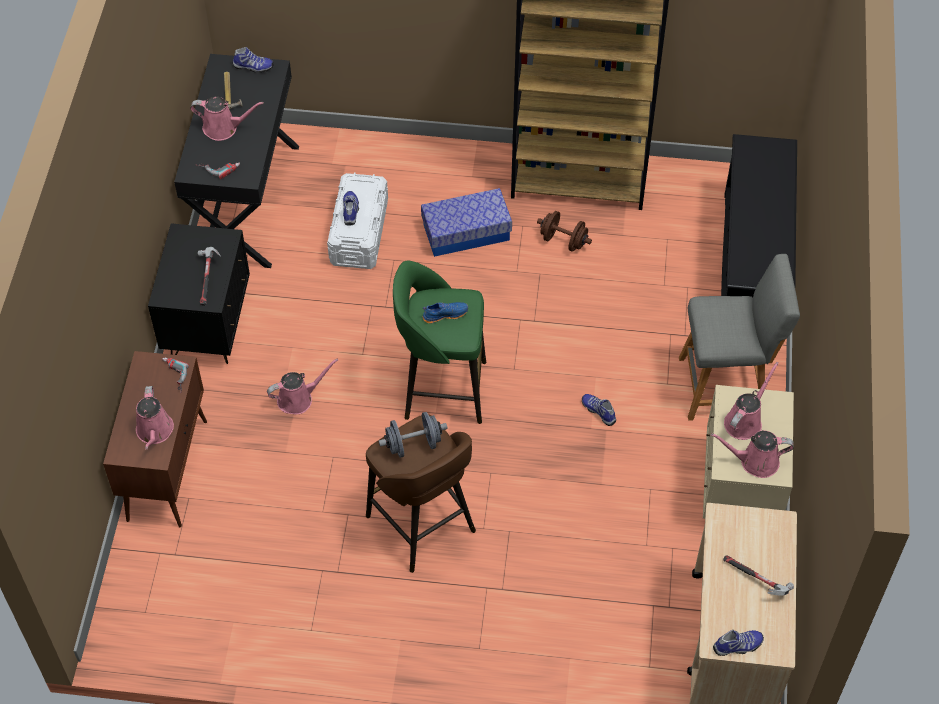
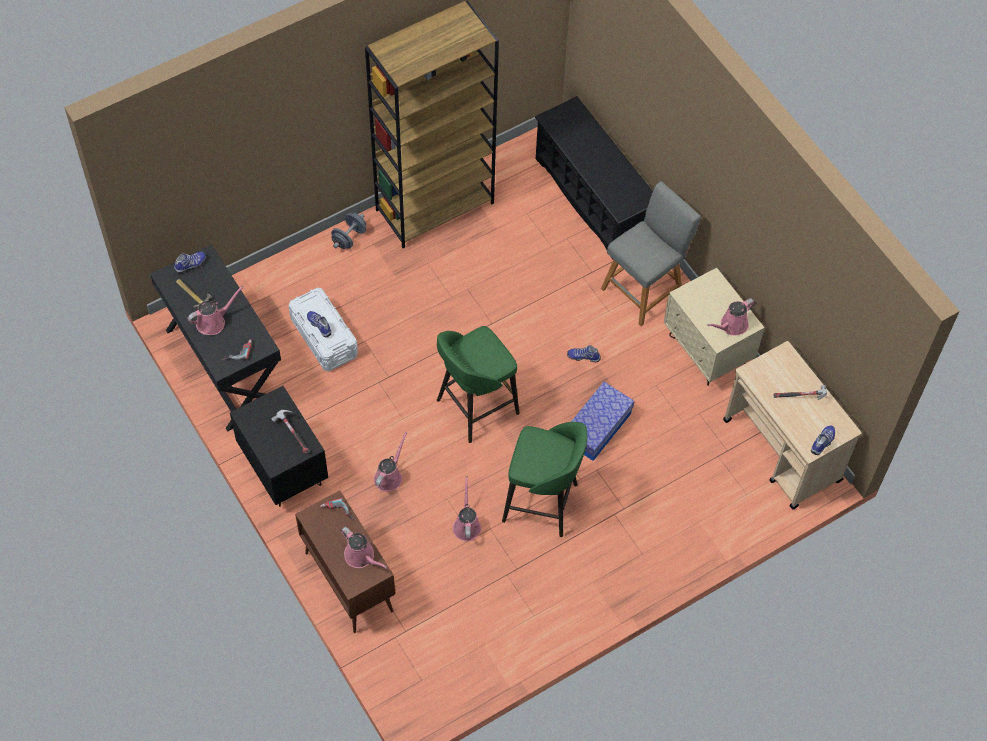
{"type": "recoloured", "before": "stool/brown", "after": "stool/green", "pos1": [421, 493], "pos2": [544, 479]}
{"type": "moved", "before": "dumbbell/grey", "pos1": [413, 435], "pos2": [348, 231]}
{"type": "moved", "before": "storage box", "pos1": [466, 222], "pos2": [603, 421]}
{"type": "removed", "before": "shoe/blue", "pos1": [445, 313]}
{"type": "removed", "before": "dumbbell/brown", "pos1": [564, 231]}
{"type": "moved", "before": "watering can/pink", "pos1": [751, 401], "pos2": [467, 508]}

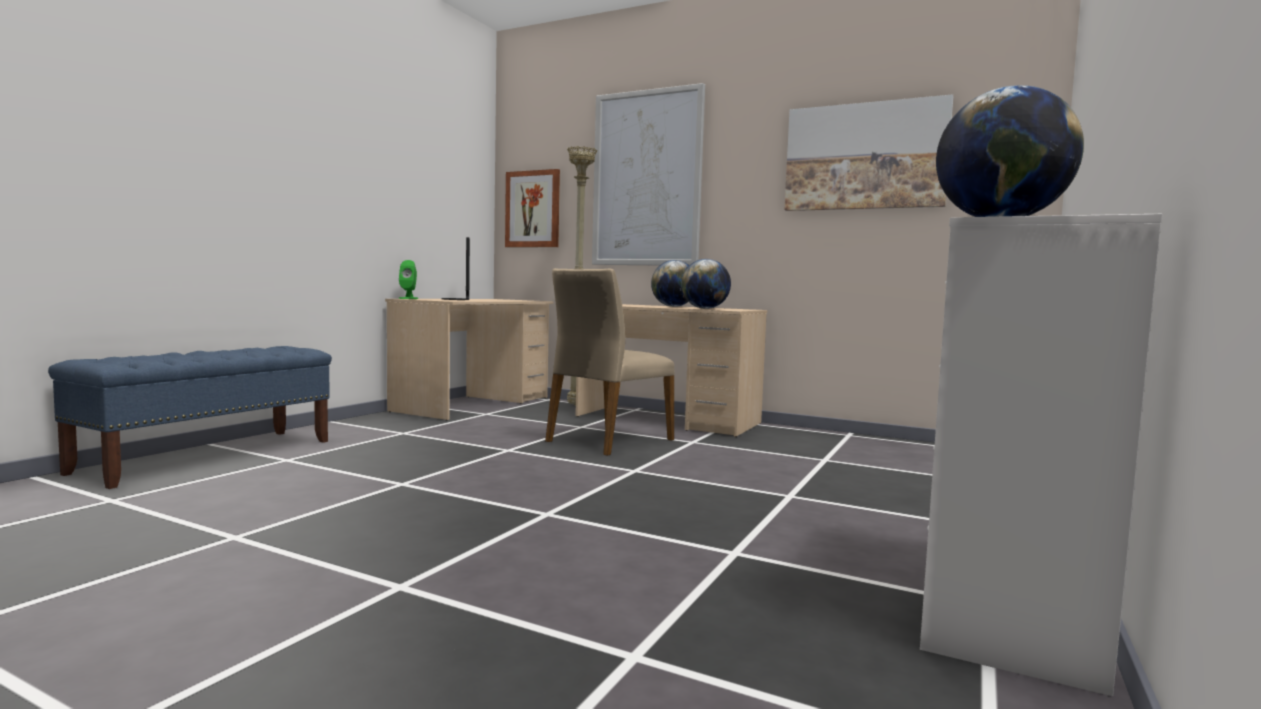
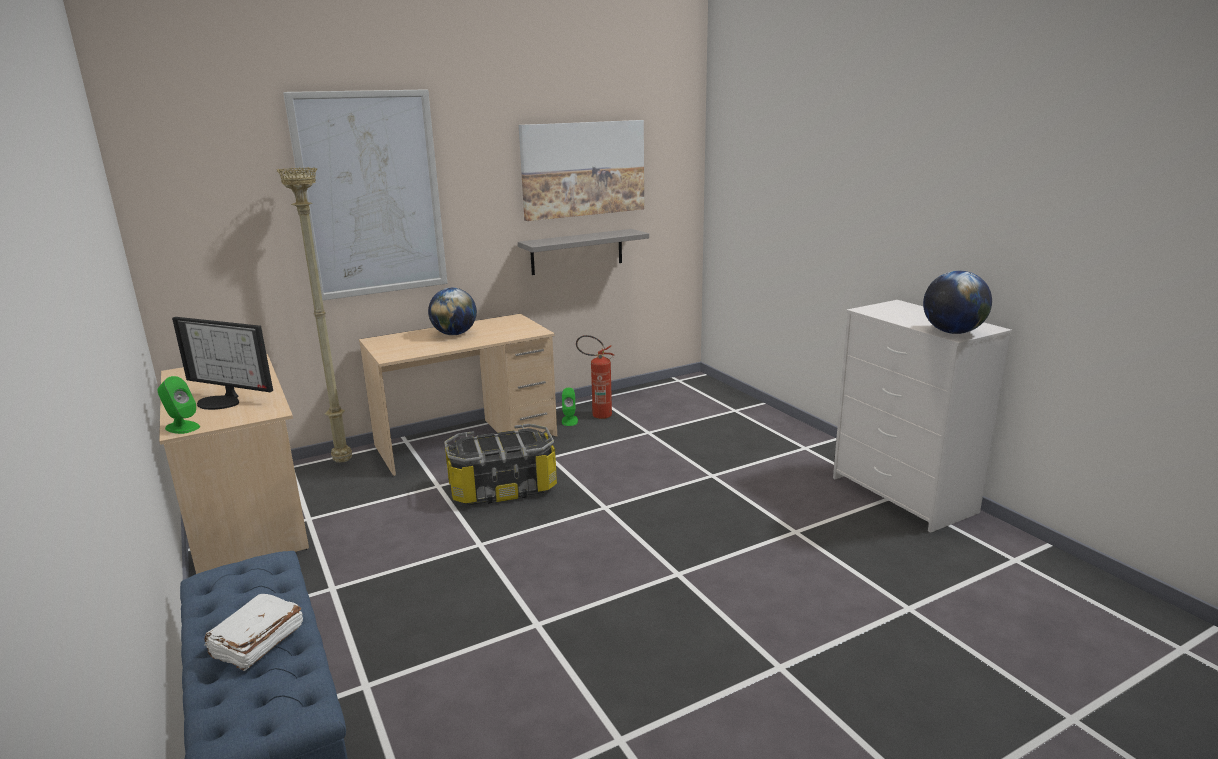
{"type": "removed", "before": "picture", "pos1": [532, 208]}
{"type": "replaced", "before": "chair/beige", "after": "storage box", "pos1": [610, 362], "pos2": [501, 464]}
{"type": "removed", "before": "globe", "pos1": [706, 284]}
{"type": "added", "after": "book/white", "pos2": [254, 632]}
{"type": "added", "after": "shelf/grey", "pos2": [583, 252]}
{"type": "added", "after": "speaker/green", "pos2": [570, 407]}
{"type": "added", "after": "fire extinguisher", "pos2": [595, 377]}

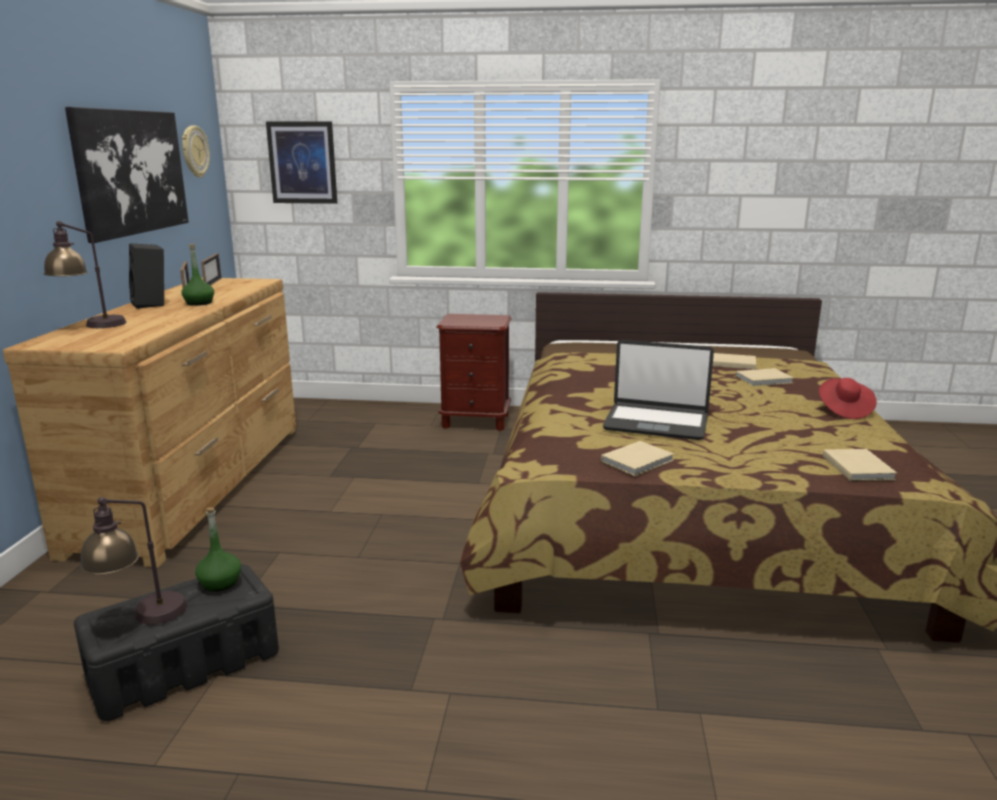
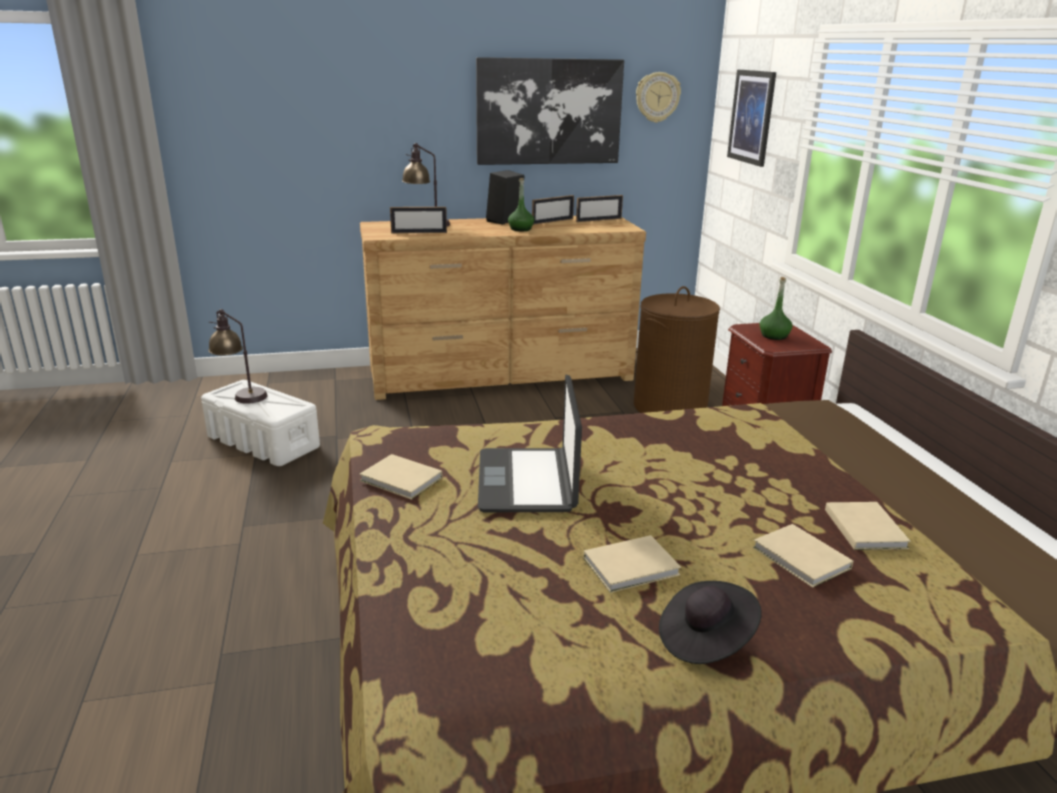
{"type": "recoloured", "before": "storage box/black", "after": "storage box/white", "pos1": [176, 642], "pos2": [260, 423]}
{"type": "moved", "before": "bottle/green", "pos1": [218, 549], "pos2": [776, 308]}
{"type": "recoloured", "before": "hat/red", "after": "hat/black", "pos1": [848, 398], "pos2": [710, 622]}
{"type": "moved", "before": "book/beige", "pos1": [860, 465], "pos2": [632, 564]}
{"type": "added", "after": "picture frame", "pos2": [418, 220]}
{"type": "added", "after": "laundry basket/brown", "pos2": [677, 349]}

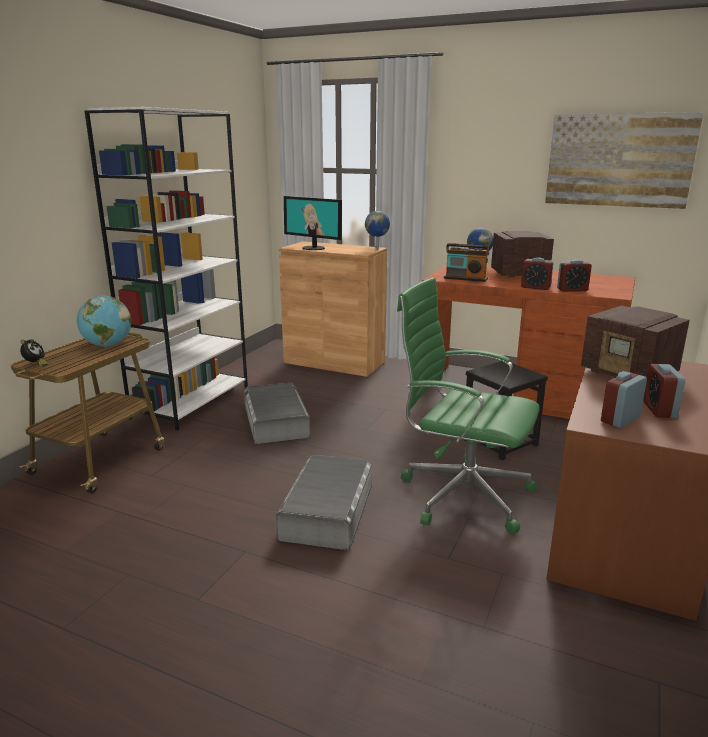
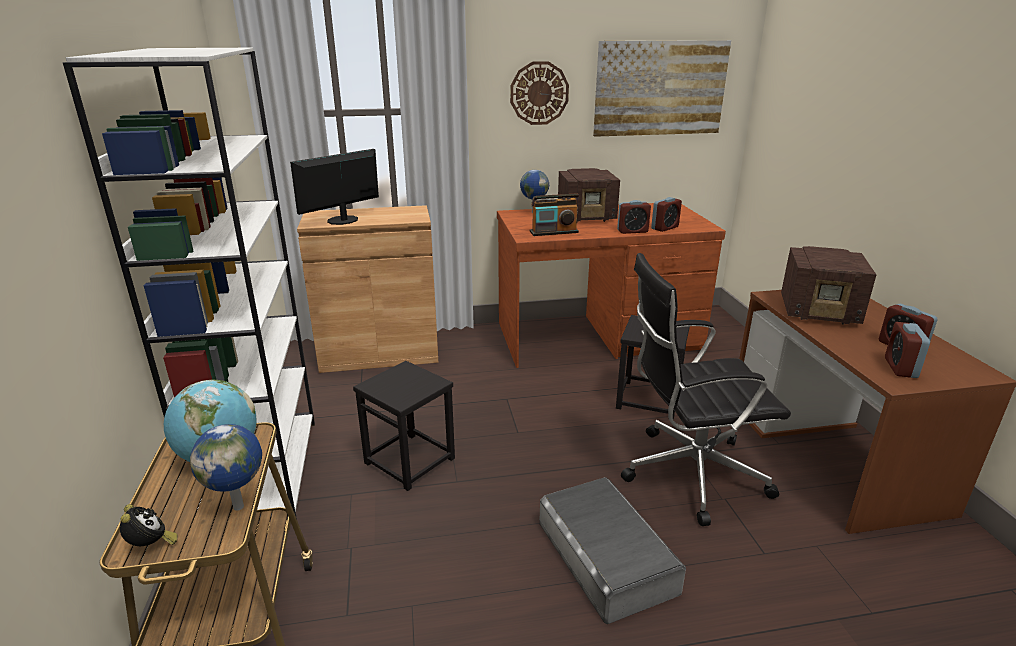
{"type": "replaced", "before": "storage box/grey", "after": "stool/black", "pos1": [277, 413], "pos2": [404, 426]}
{"type": "turned", "before": "monitor", "pos1": [313, 223], "pos2": [334, 187], "turn": 135}
{"type": "moved", "before": "globe", "pos1": [377, 230], "pos2": [226, 467]}
{"type": "recoloured", "before": "office chair/green", "after": "office chair/black", "pos1": [468, 405], "pos2": [706, 389]}
{"type": "turned", "before": "radio", "pos1": [522, 254], "pos2": [589, 195], "turn": -150}
{"type": "added", "after": "wall clock", "pos2": [539, 93]}

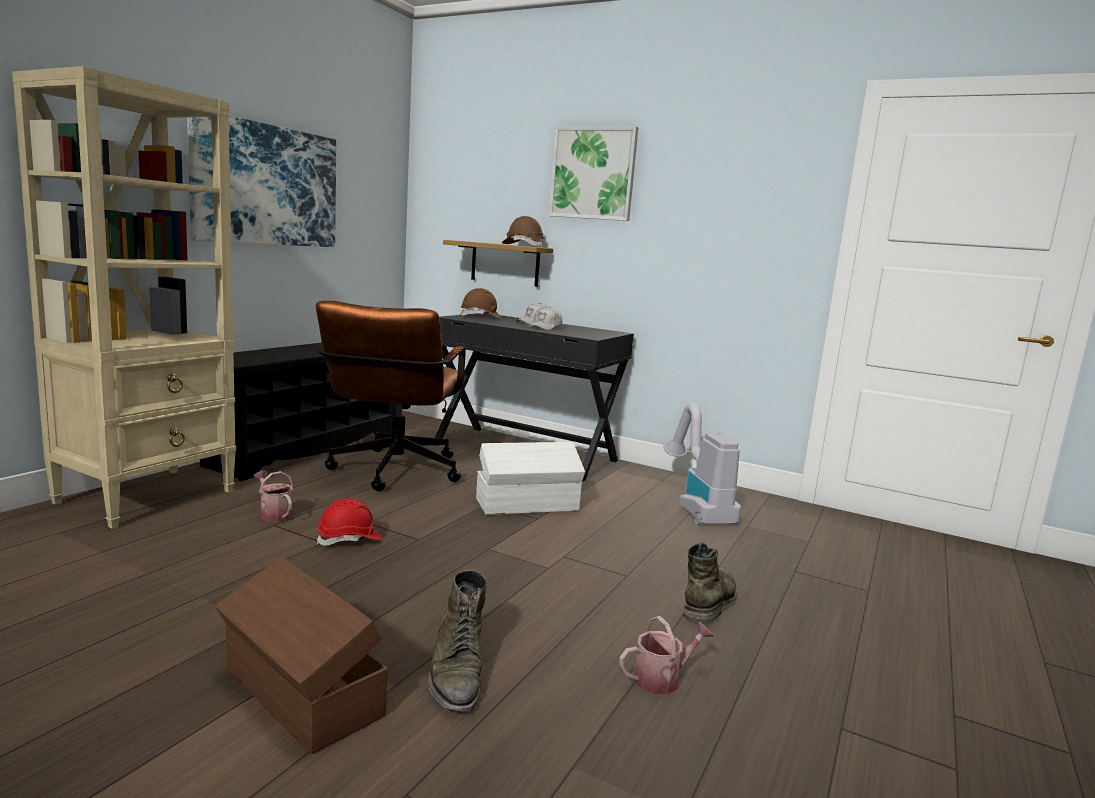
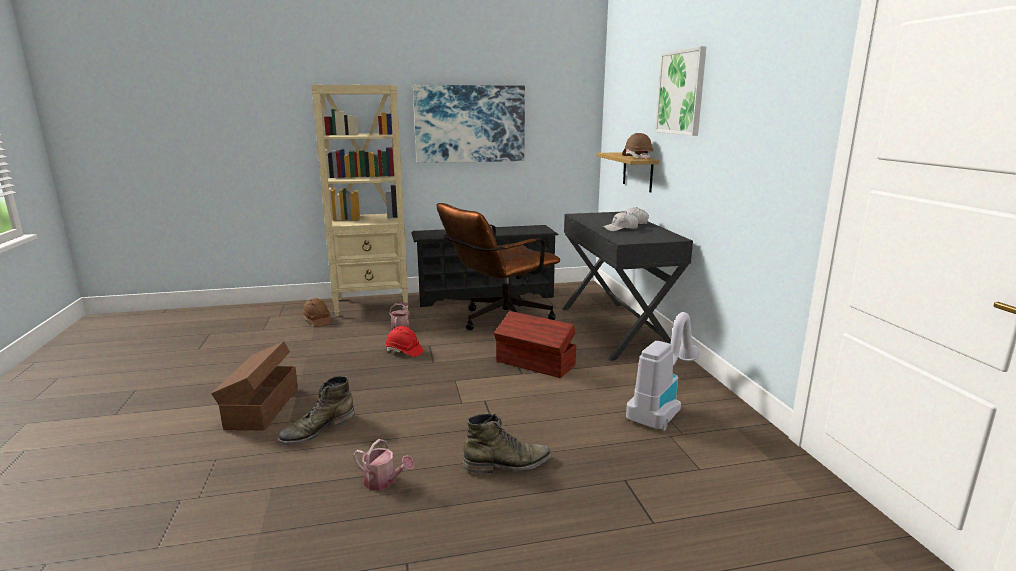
{"type": "moved", "before": "hard hat/brown", "pos1": [481, 303], "pos2": [316, 312]}
{"type": "recoloured", "before": "storage box/white", "after": "storage box/brown", "pos1": [530, 478], "pos2": [535, 344]}

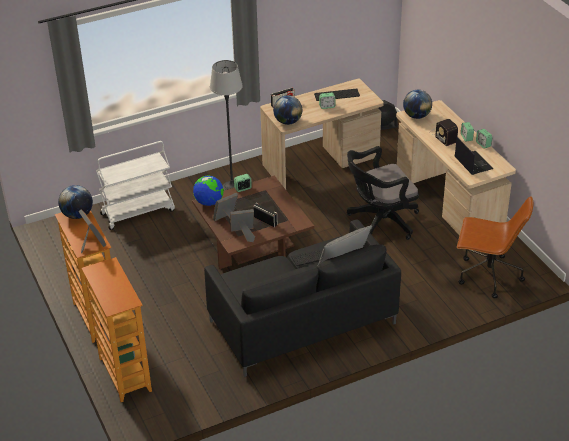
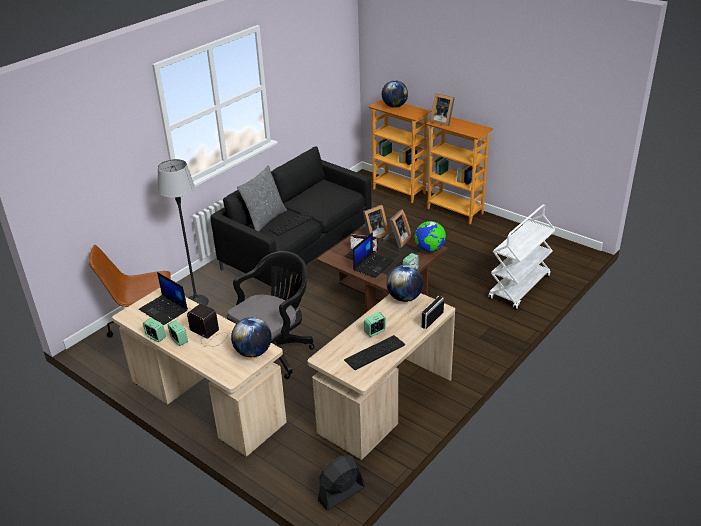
{"type": "moved", "before": "globe", "pos1": [75, 202], "pos2": [395, 94]}
{"type": "moved", "before": "floor lamp", "pos1": [226, 125], "pos2": [183, 232]}
{"type": "added", "after": "laptop", "pos2": [373, 255]}

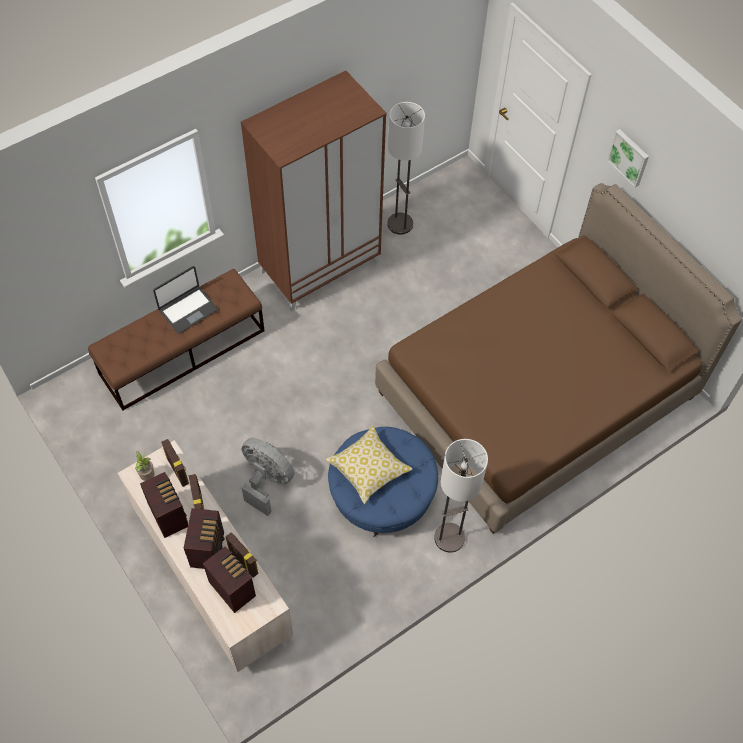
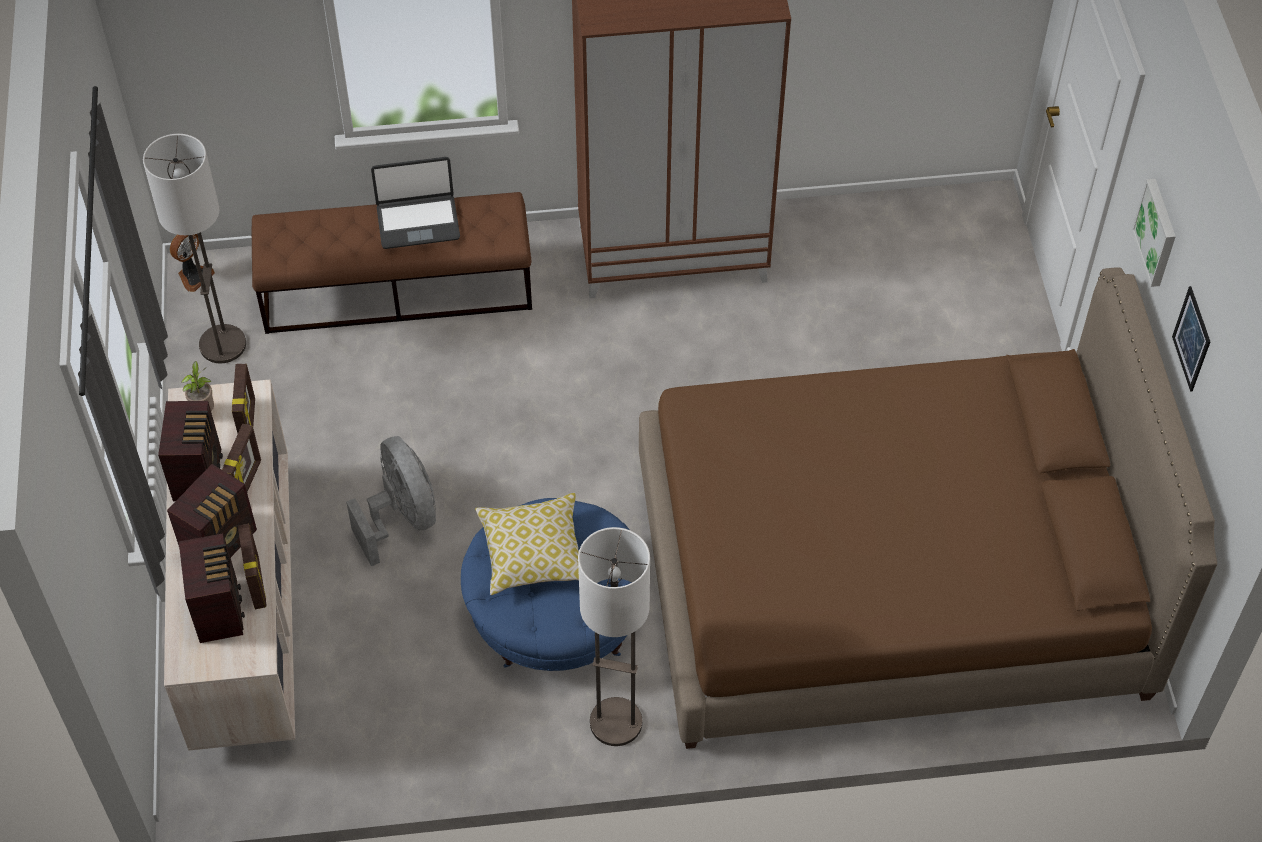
{"type": "moved", "before": "floor lamp", "pos1": [406, 168], "pos2": [194, 248]}
{"type": "added", "after": "fan", "pos2": [192, 263]}
{"type": "added", "after": "picture", "pos2": [1191, 339]}

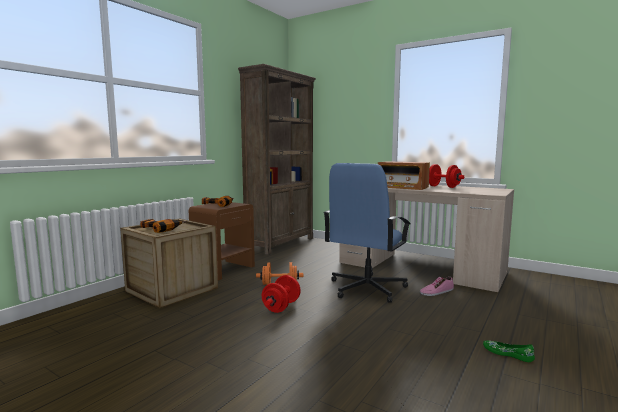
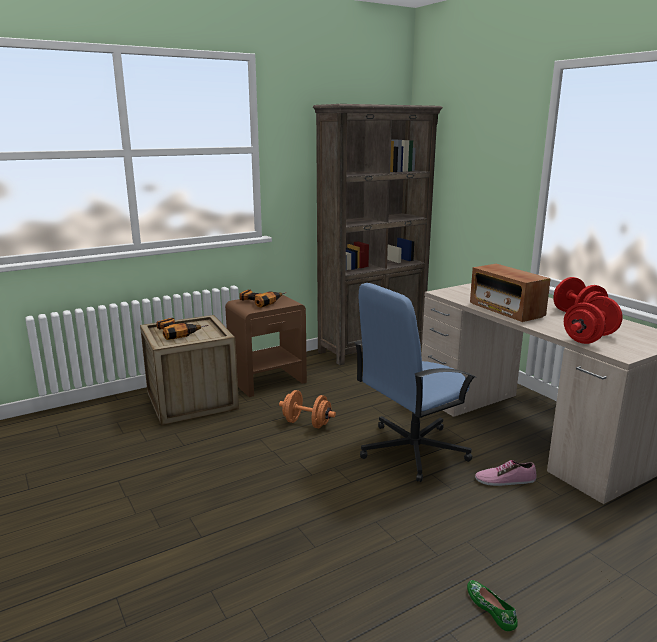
{"type": "moved", "before": "dumbbell/red", "pos1": [281, 294], "pos2": [593, 320]}

